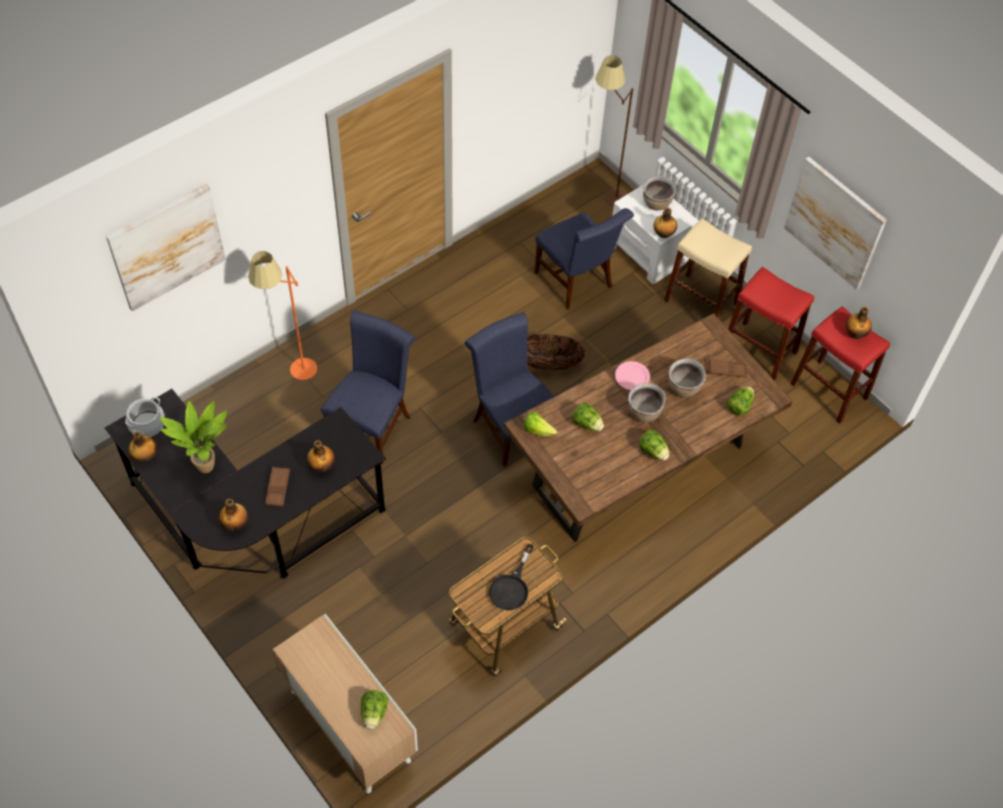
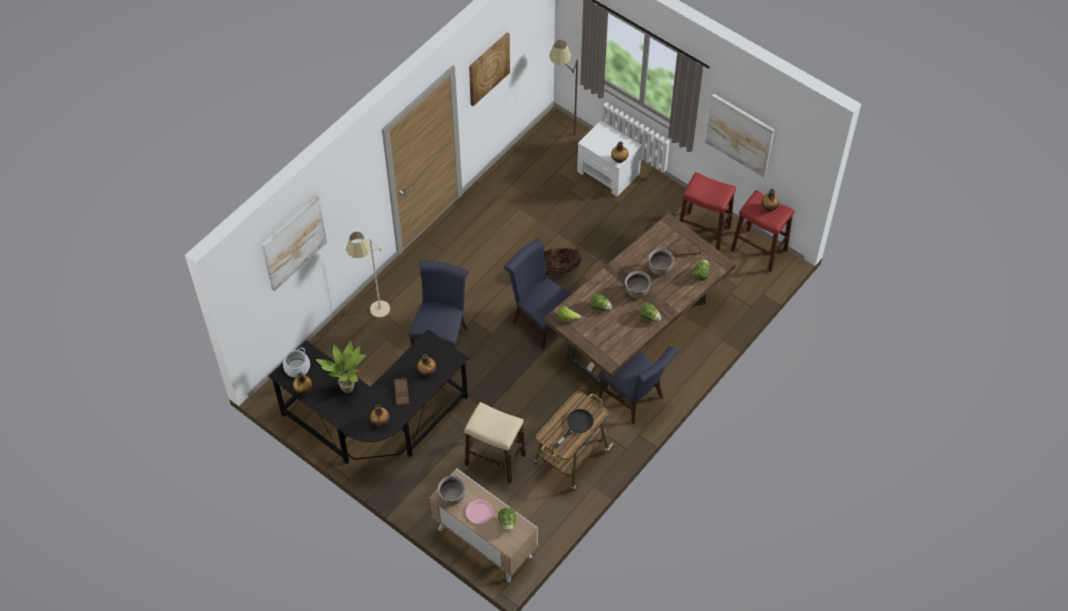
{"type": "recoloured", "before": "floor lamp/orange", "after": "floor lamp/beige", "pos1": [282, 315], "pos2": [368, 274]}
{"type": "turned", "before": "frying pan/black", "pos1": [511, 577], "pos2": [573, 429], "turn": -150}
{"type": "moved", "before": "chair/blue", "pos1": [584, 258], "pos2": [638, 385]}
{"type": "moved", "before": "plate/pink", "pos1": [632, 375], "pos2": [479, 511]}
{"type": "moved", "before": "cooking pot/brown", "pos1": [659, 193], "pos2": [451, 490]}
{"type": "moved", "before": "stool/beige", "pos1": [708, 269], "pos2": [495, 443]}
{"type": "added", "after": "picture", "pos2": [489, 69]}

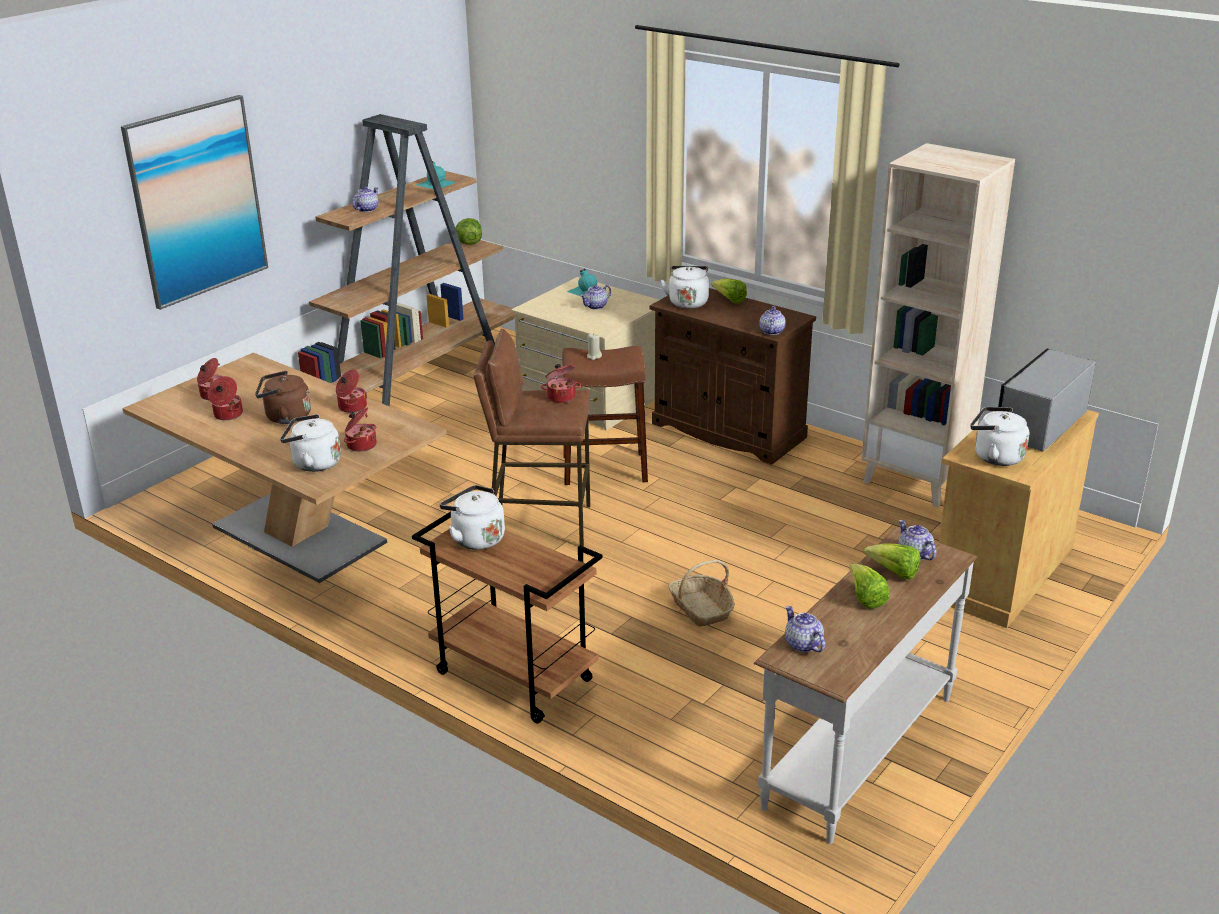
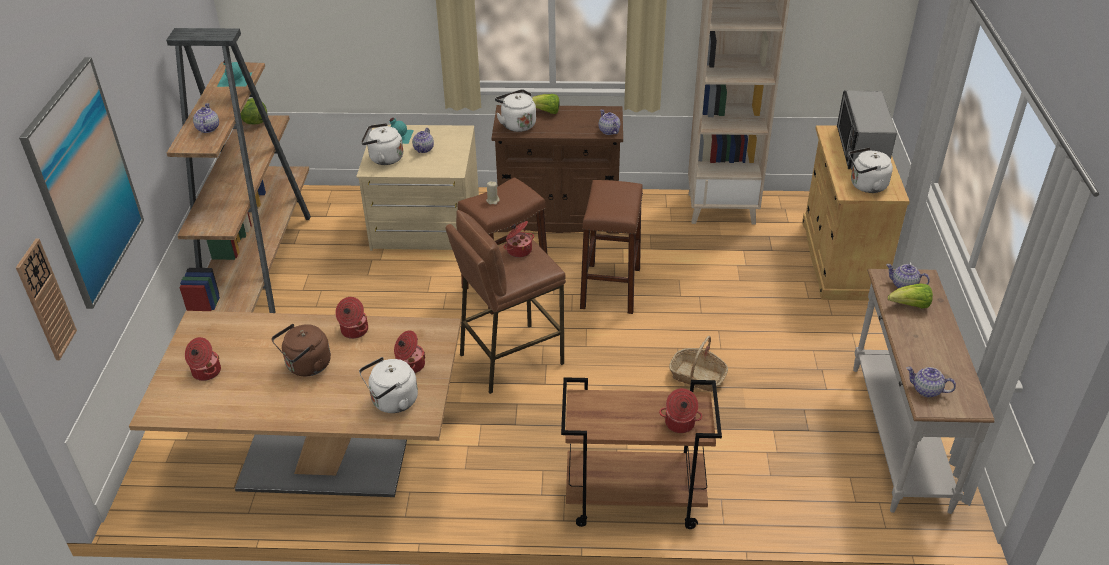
{"type": "moved", "before": "cooking pot", "pos1": [225, 398], "pos2": [680, 410]}
{"type": "moved", "before": "kettle/white", "pos1": [472, 517], "pos2": [382, 144]}
{"type": "removed", "before": "lettuce", "pos1": [869, 586]}
{"type": "added", "after": "wall clock", "pos2": [46, 299]}
{"type": "added", "after": "stool/brown", "pos2": [611, 247]}

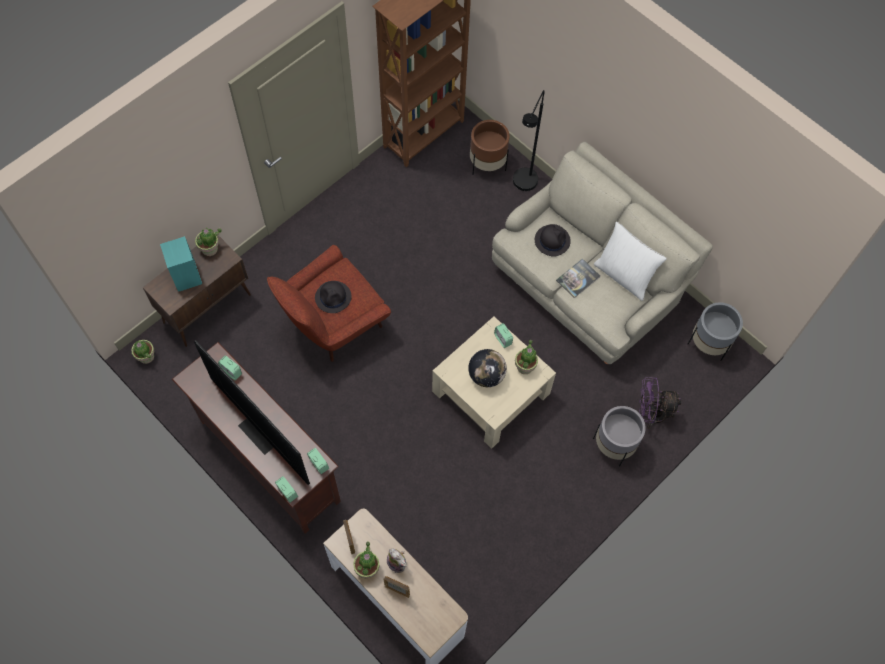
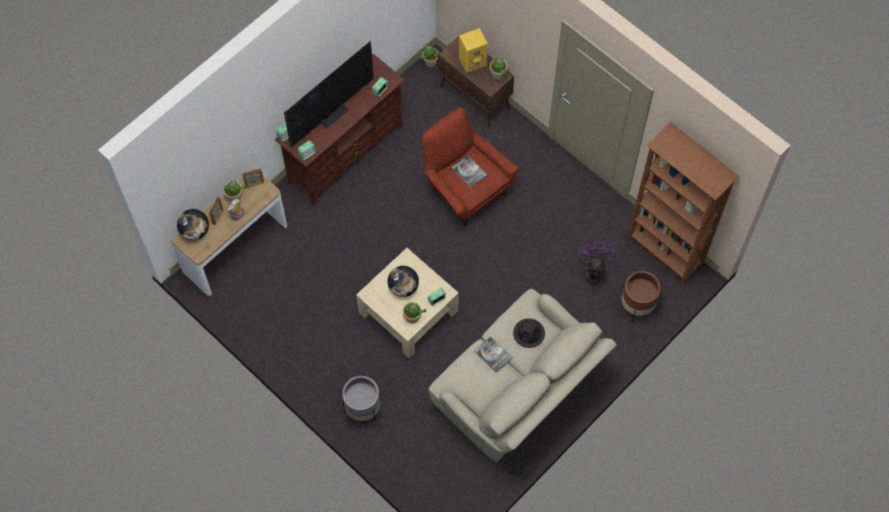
{"type": "recoloured", "before": "speaker/turquoise", "after": "speaker/yellow", "pos1": [181, 264], "pos2": [473, 50]}
{"type": "replaced", "before": "hat/black", "after": "book", "pos1": [333, 297], "pos2": [469, 171]}
{"type": "removed", "before": "floor lamp/black", "pos1": [529, 140]}
{"type": "removed", "before": "pillow/white", "pos1": [630, 261]}
{"type": "moved", "before": "fan/purple", "pos1": [660, 403], "pos2": [596, 266]}
{"type": "removed", "before": "planter/grey", "pos1": [715, 331]}
{"type": "added", "after": "globe", "pos2": [193, 225]}

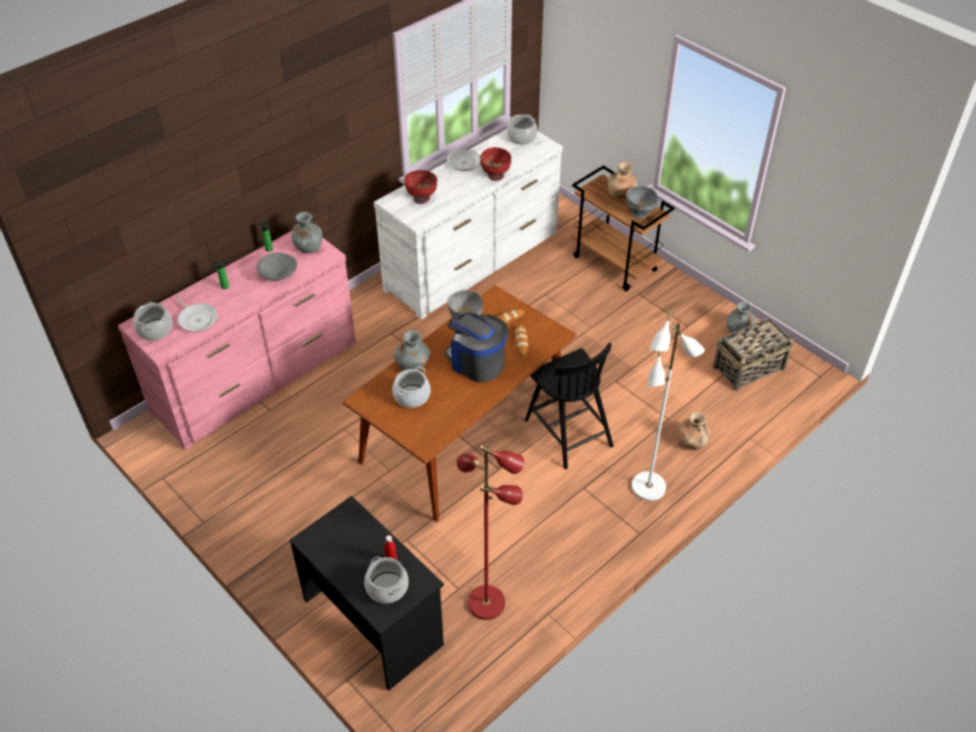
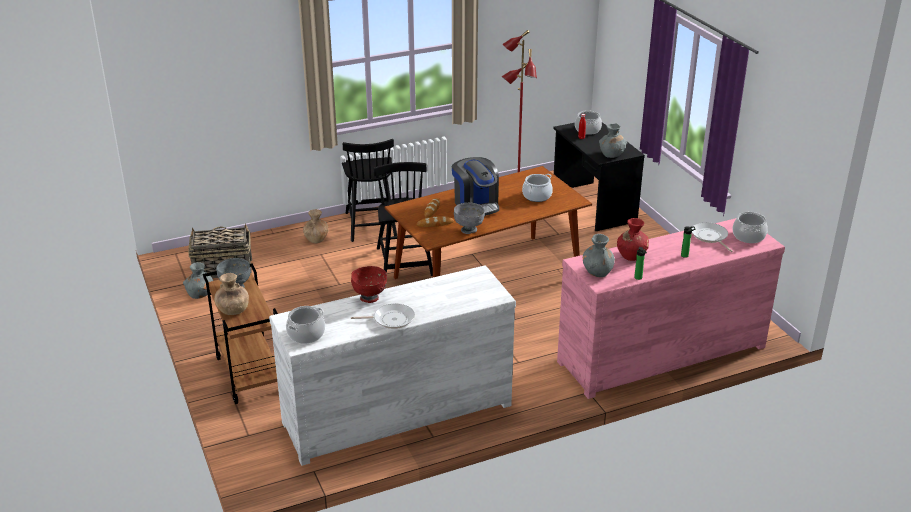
{"type": "replaced", "before": "bowl/grey", "after": "vase/red", "pos1": [276, 267], "pos2": [633, 239]}
{"type": "moved", "before": "vase/grey", "pos1": [411, 350], "pos2": [613, 141]}
{"type": "removed", "before": "bowl/red", "pos1": [420, 187]}
{"type": "replaced", "before": "floor lamp/white", "after": "chair/black", "pos1": [668, 404], "pos2": [369, 190]}

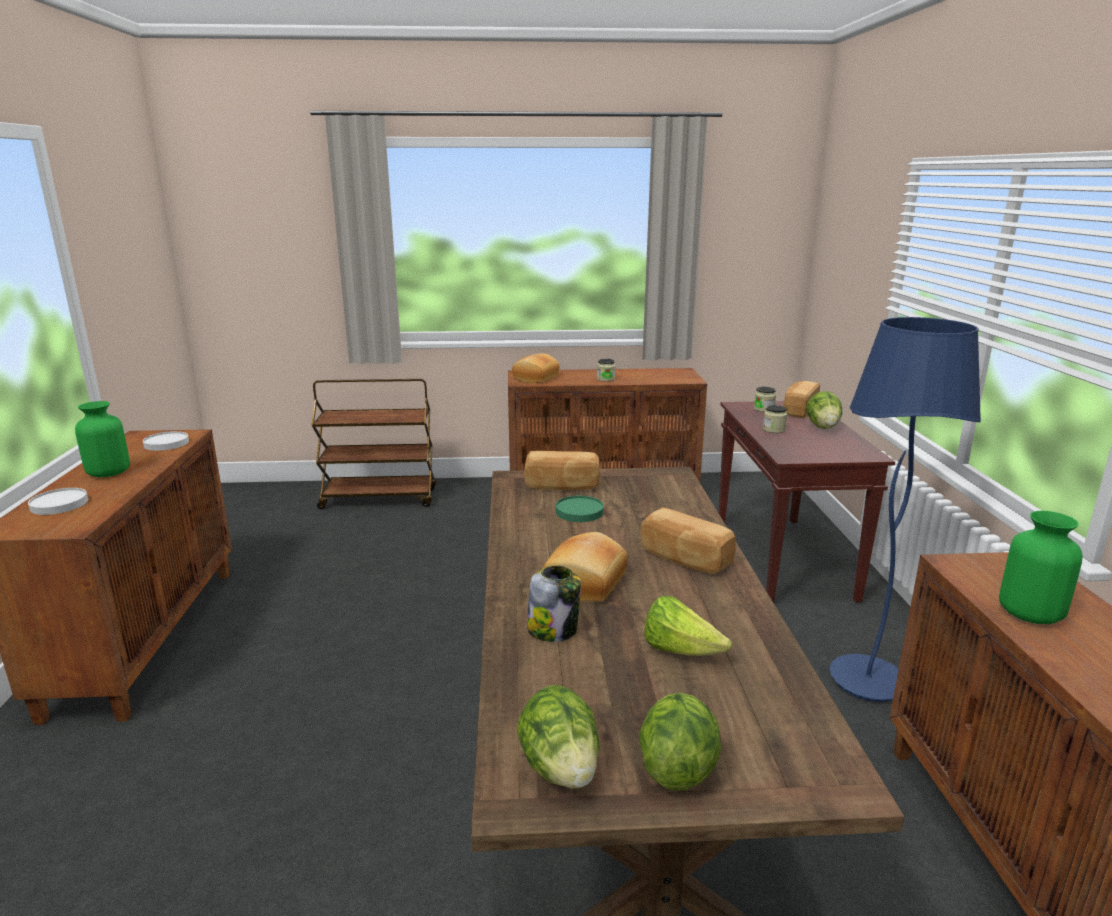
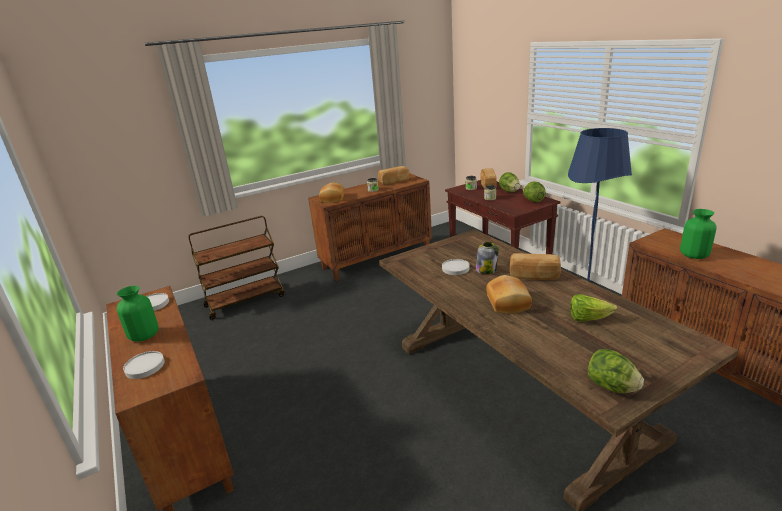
{"type": "moved", "before": "bread", "pos1": [562, 470], "pos2": [394, 175]}
{"type": "moved", "before": "jar", "pos1": [554, 603], "pos2": [487, 258]}
{"type": "recoloured", "before": "plate/green", "after": "plate/white", "pos1": [580, 509], "pos2": [456, 267]}
{"type": "moved", "before": "lettuce", "pos1": [680, 742], "pos2": [534, 191]}

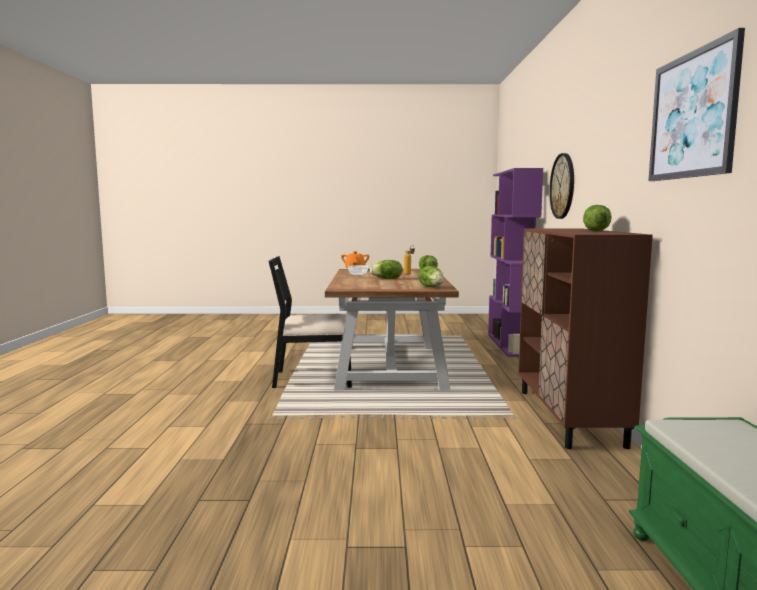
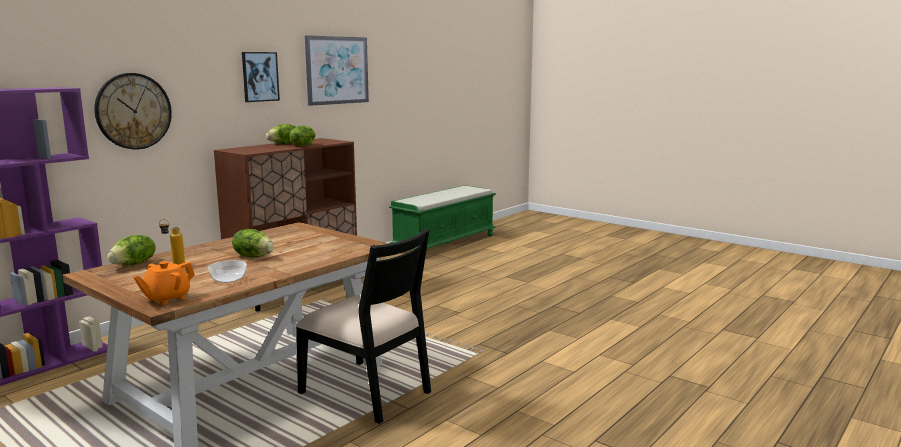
{"type": "moved", "before": "lettuce", "pos1": [431, 276], "pos2": [302, 136]}
{"type": "added", "after": "picture", "pos2": [261, 77]}

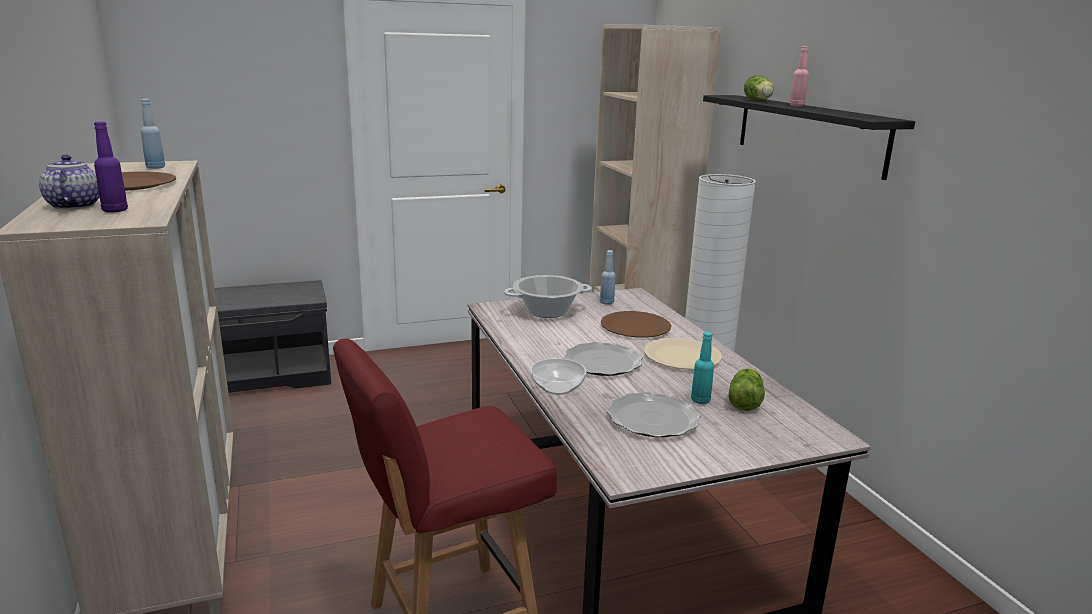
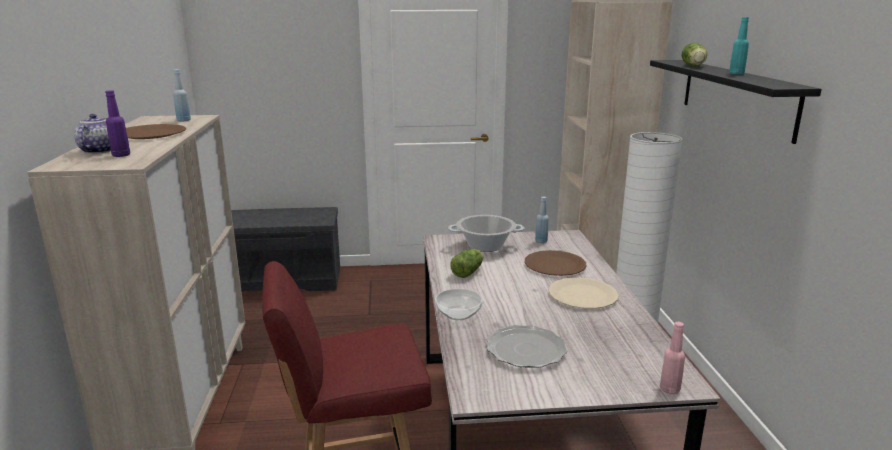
{"type": "removed", "before": "plate", "pos1": [603, 359]}
{"type": "moved", "before": "bottle/turquoise", "pos1": [702, 368], "pos2": [739, 45]}
{"type": "moved", "before": "lettuce", "pos1": [746, 389], "pos2": [466, 263]}
{"type": "moved", "before": "bottle/pink", "pos1": [799, 76], "pos2": [672, 358]}

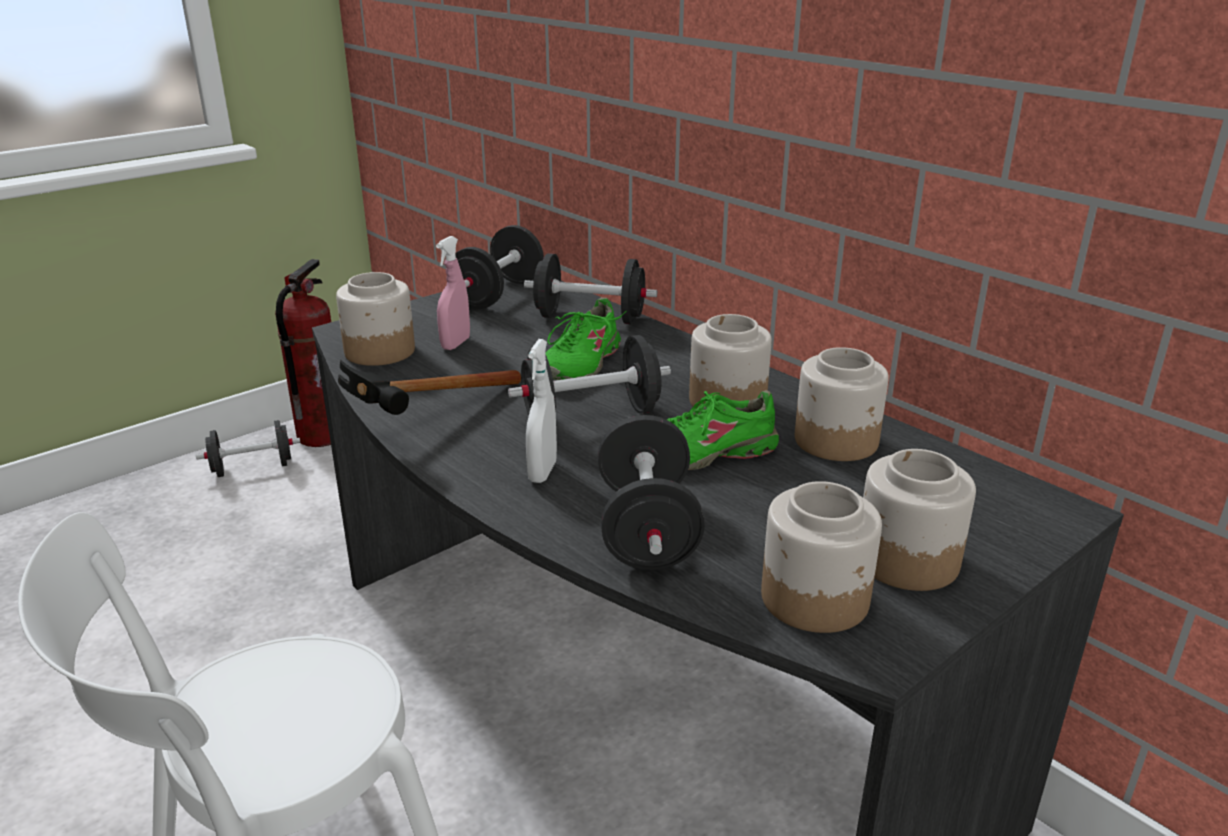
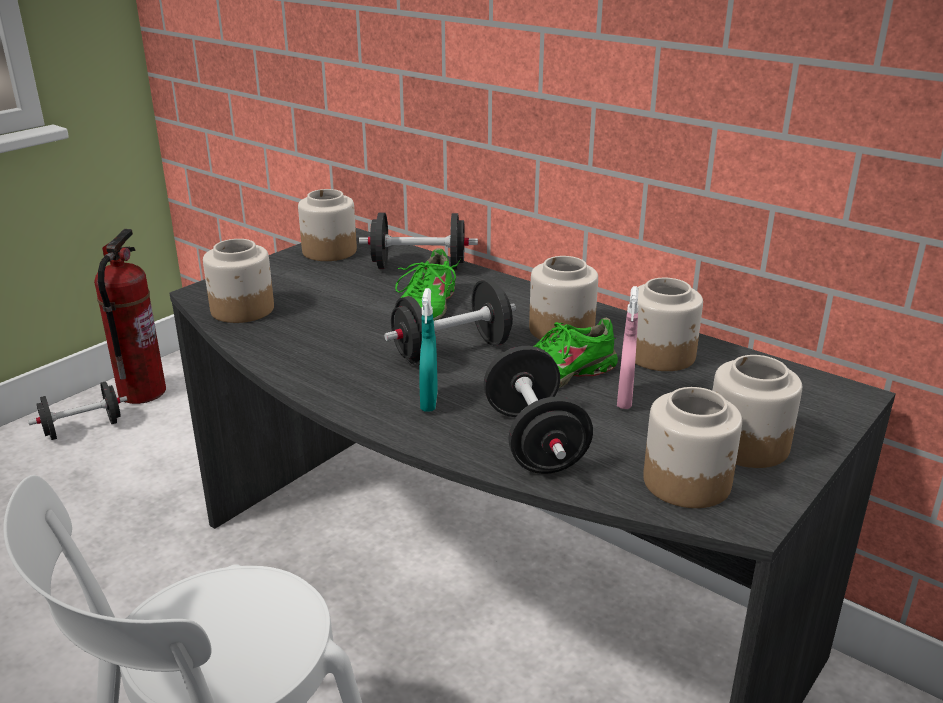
{"type": "removed", "before": "hammer", "pos1": [429, 387]}
{"type": "moved", "before": "spray bottle/pink", "pos1": [453, 293], "pos2": [628, 347]}
{"type": "replaced", "before": "dumbbell/black", "after": "jar", "pos1": [499, 267], "pos2": [327, 225]}
{"type": "recoloured", "before": "spray bottle/white", "after": "spray bottle/turquoise", "pos1": [541, 411], "pos2": [428, 350]}

